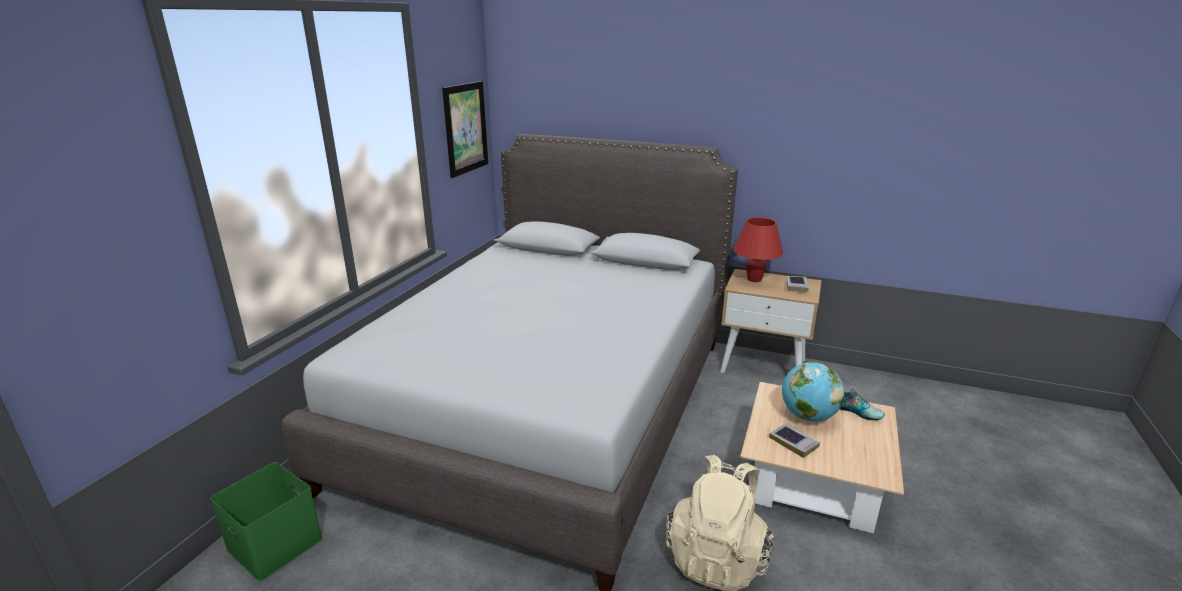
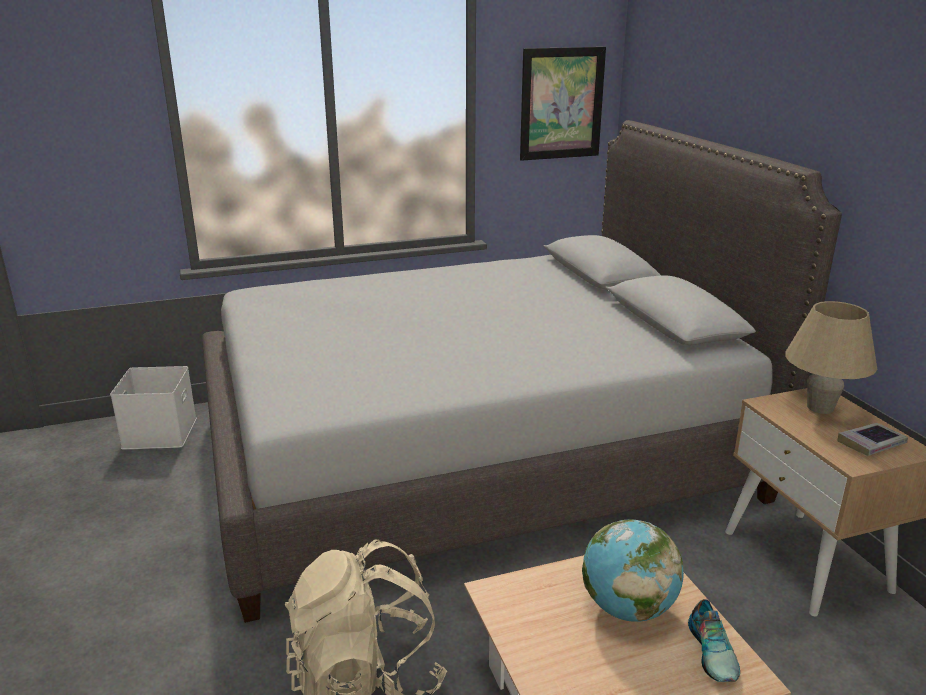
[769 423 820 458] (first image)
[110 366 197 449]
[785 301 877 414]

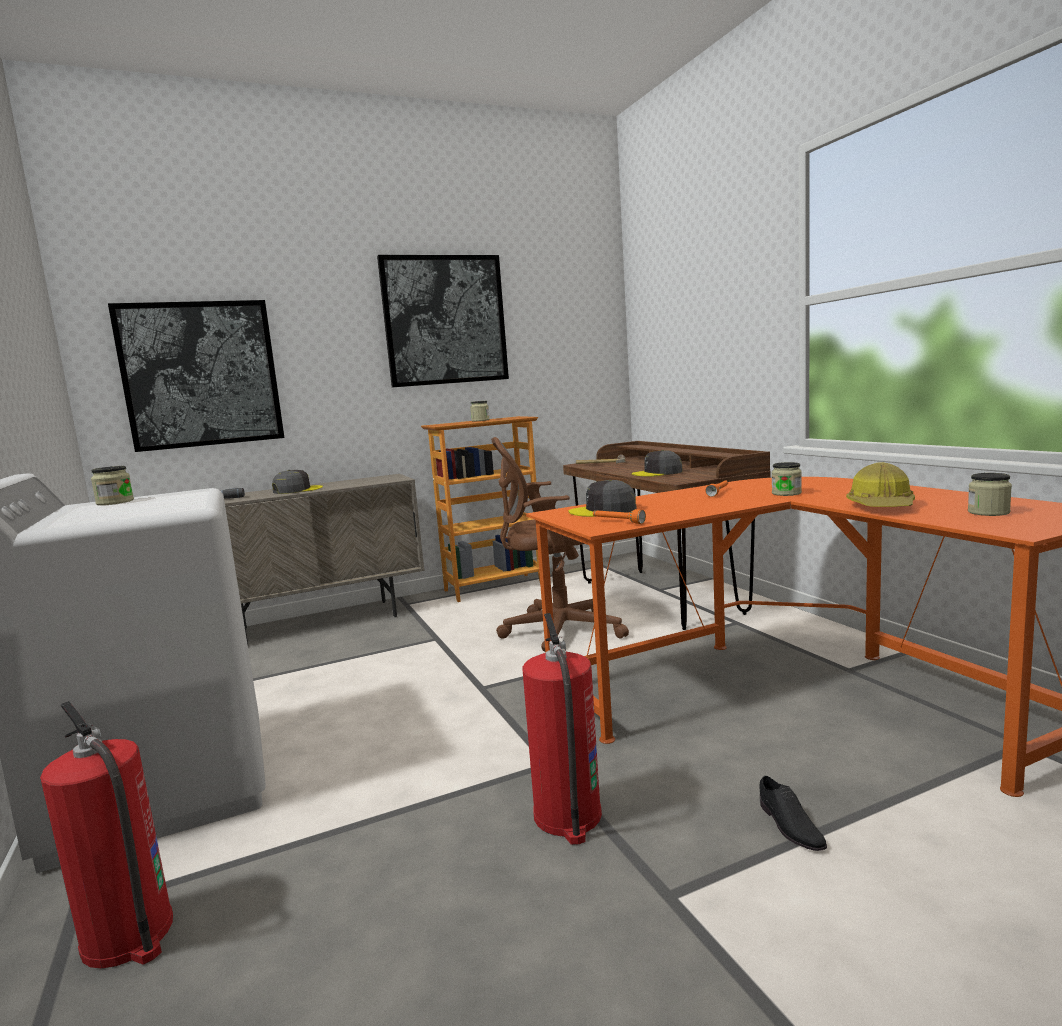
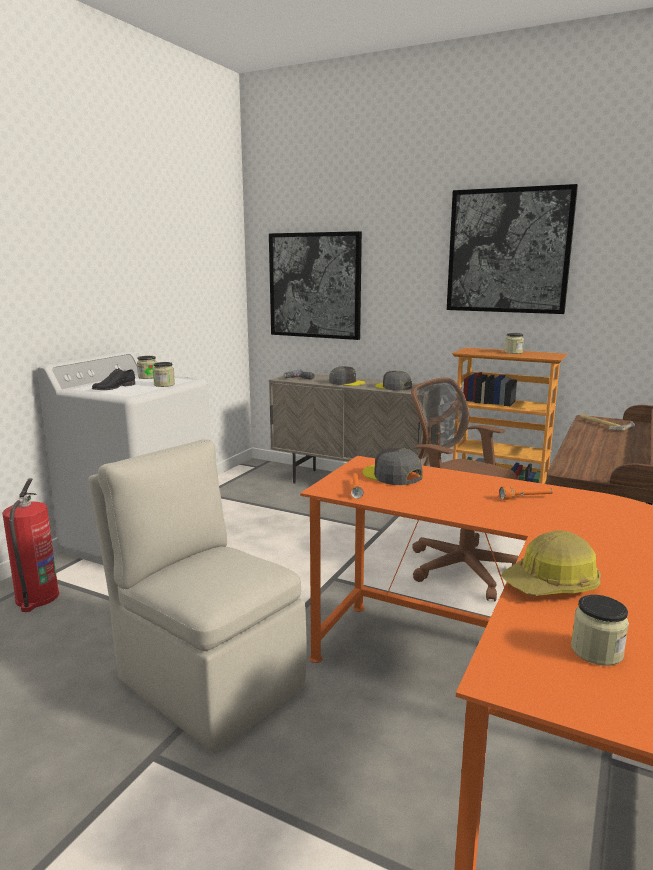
[375 371 412 391]
[92 368 135 390]
[153 362 175 387]
[88 439 307 752]

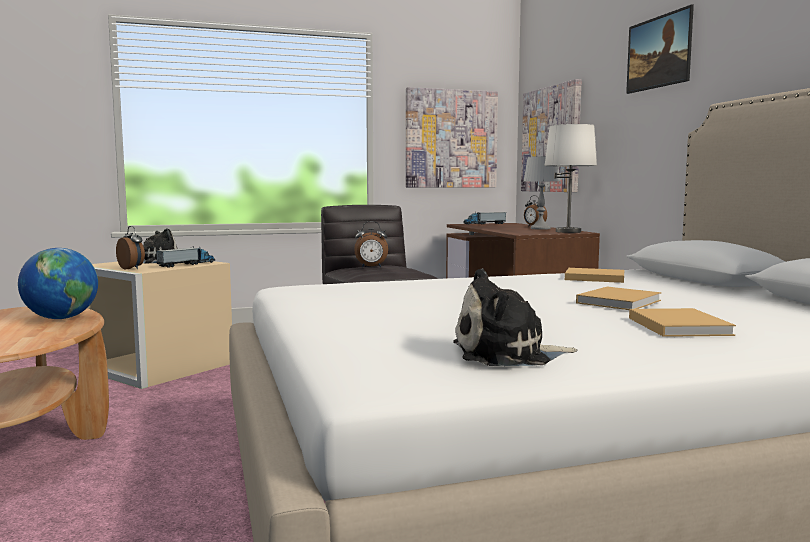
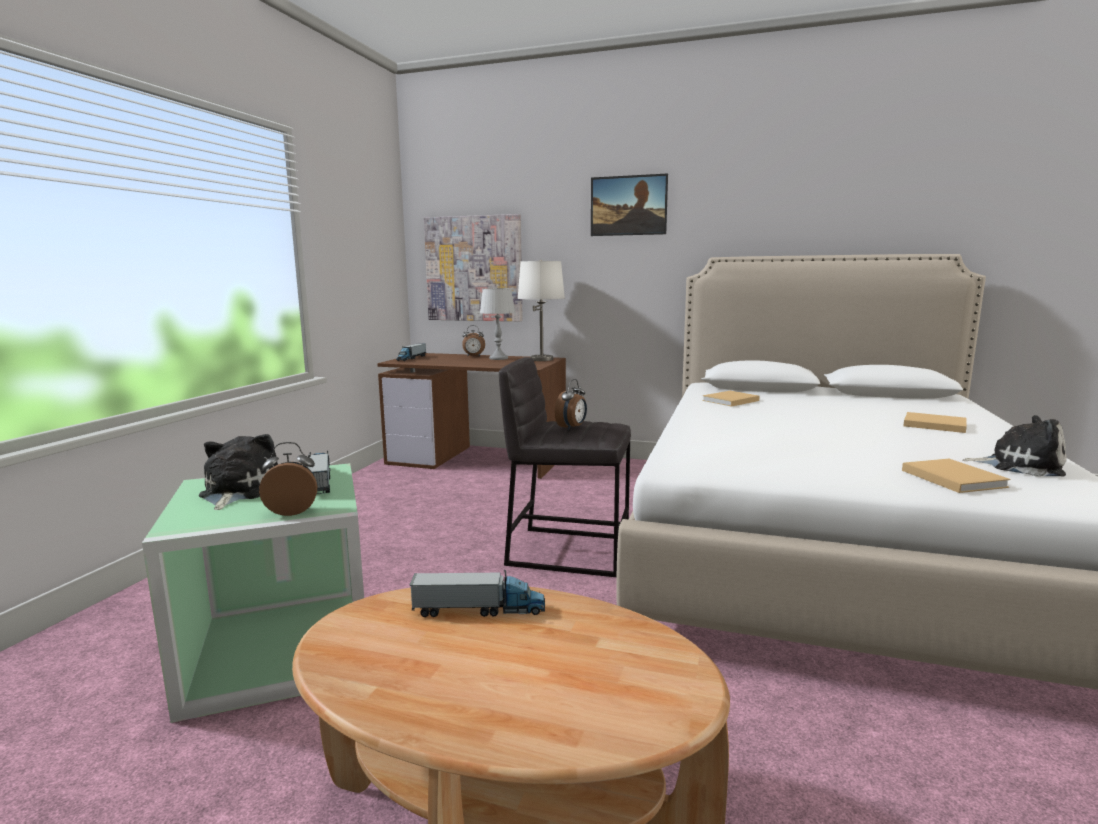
[406 87 498 188] (first image)
[902 459 1011 493]
[410 570 545 617]
[142 463 364 723]
[962 415 1067 476]

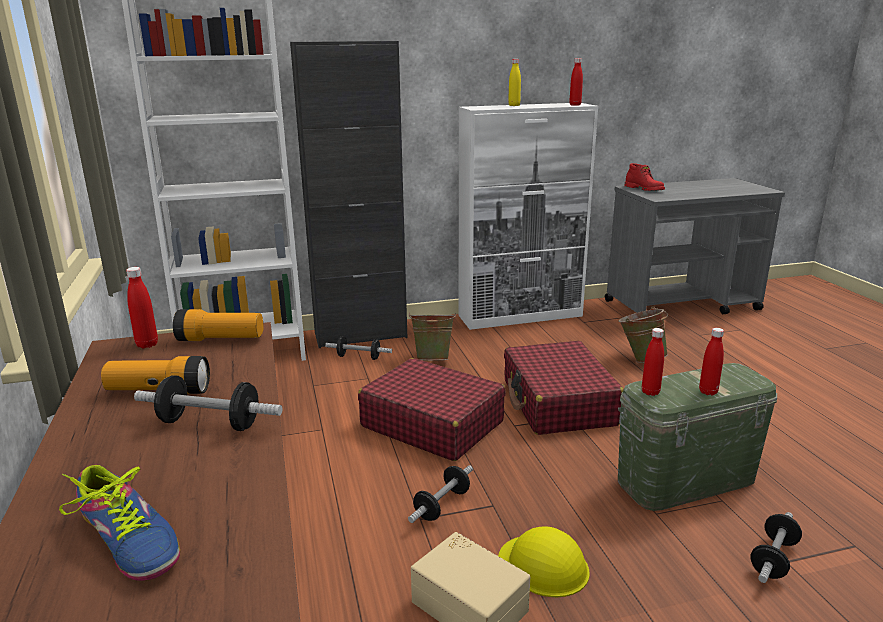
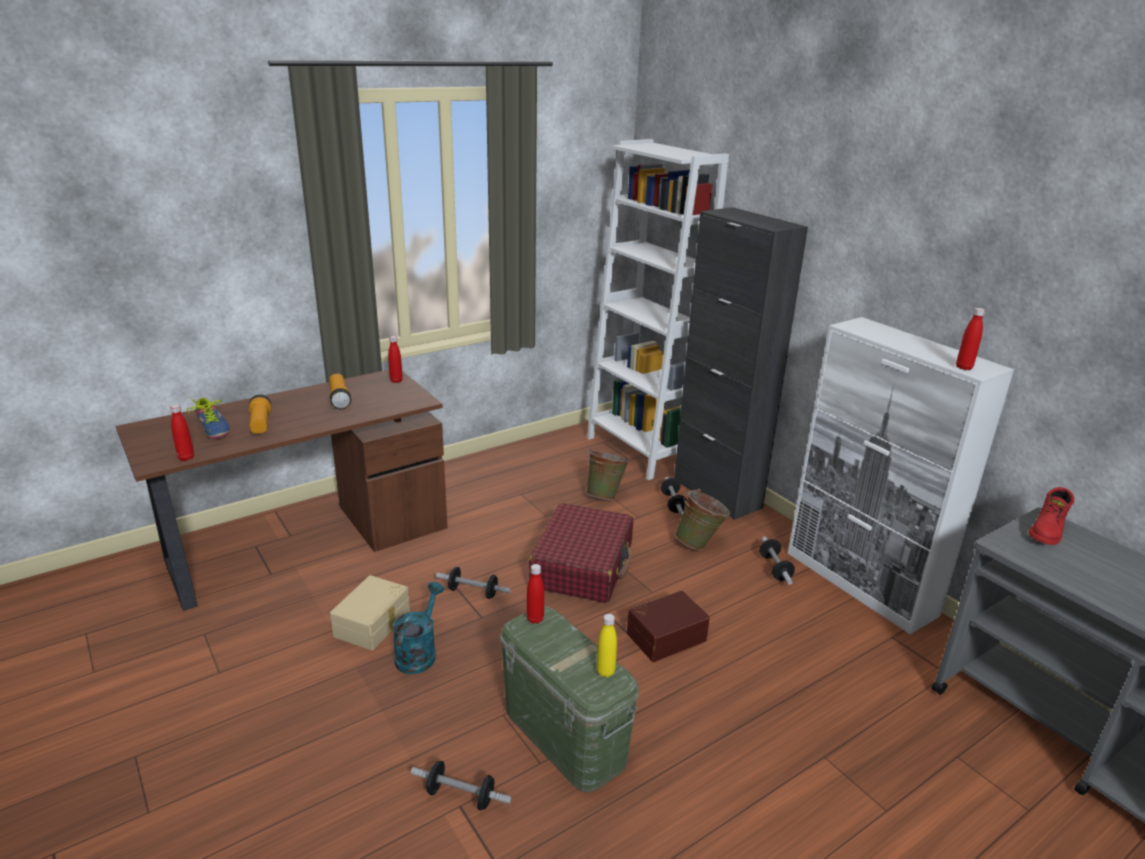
[759 537 795 585]
[249 395 271 434]
[597 614 617 677]
[586 448 630 500]
[170 404 194 461]
[393 582 444 674]
[627 590 710 662]
[187 398 230 439]

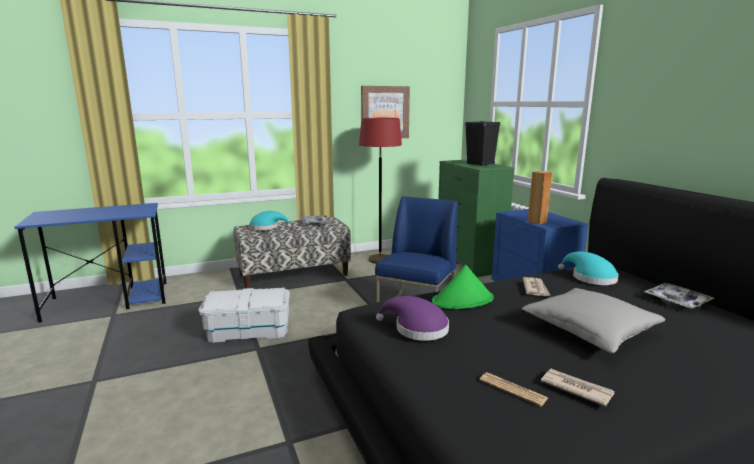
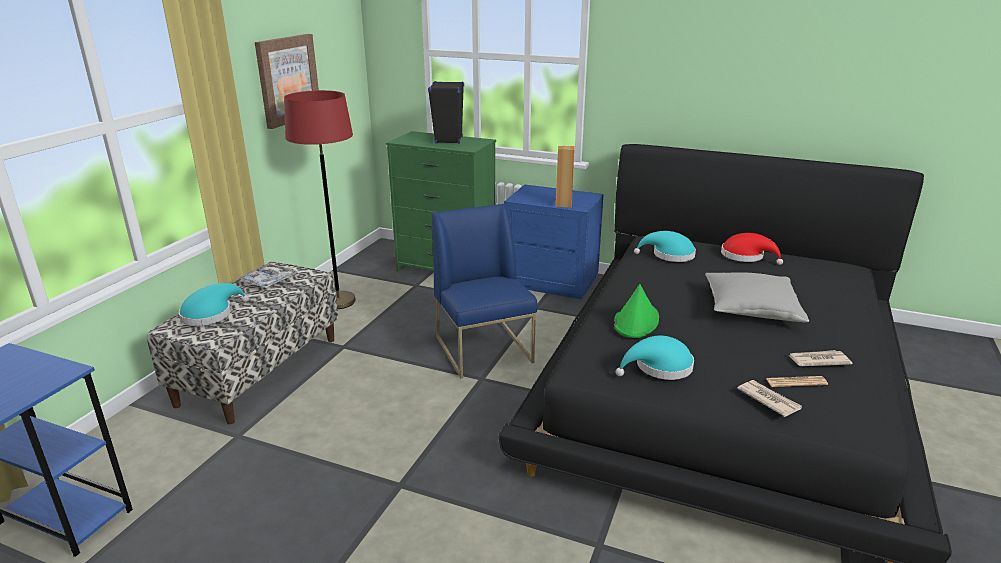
[199 288 290 343] (first image)
[737 380 802 417]
[721 233 783 265]
[616 336 694 380]

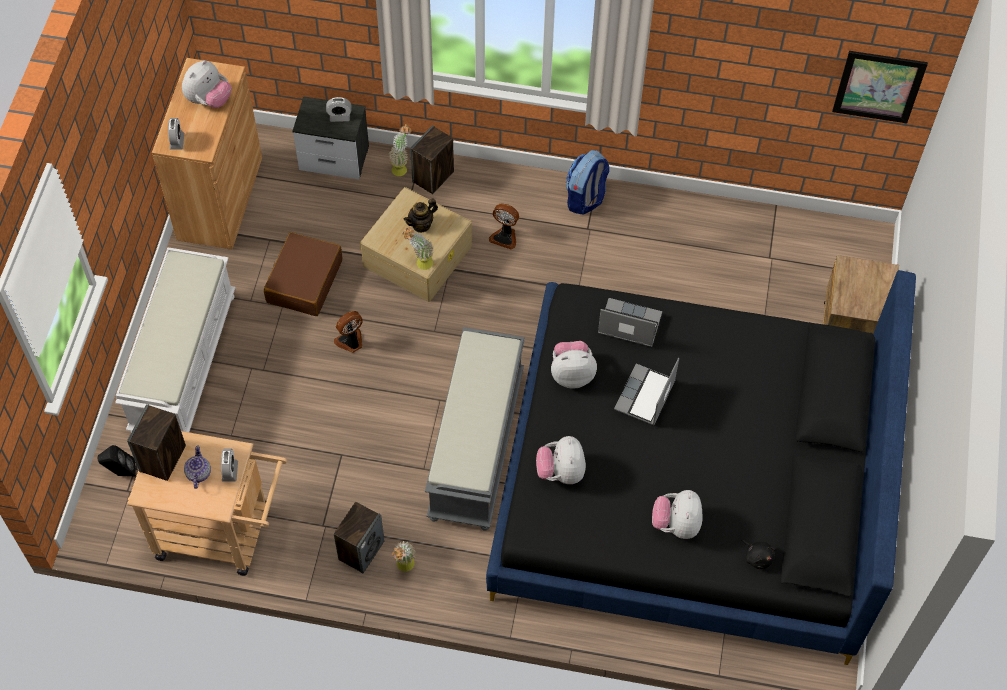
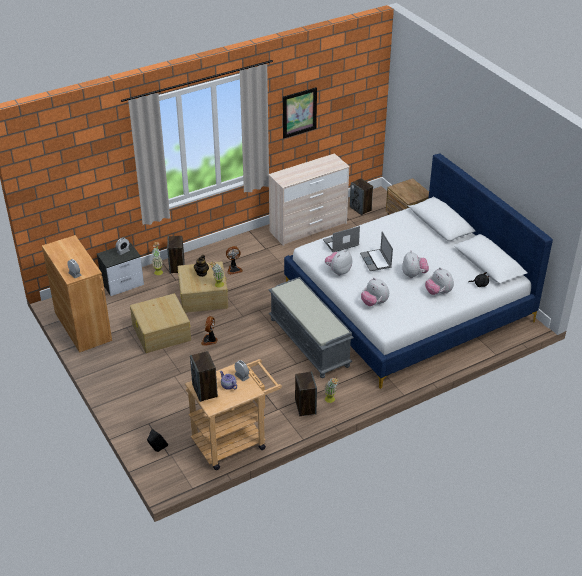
[115 247 236 432] (first image)
[566 150 609 215] (first image)
[268 153 350 246]
[350 178 373 215]
[402 251 429 278]
[283 87 317 138]
[130 294 191 353]
[284 154 553 389]

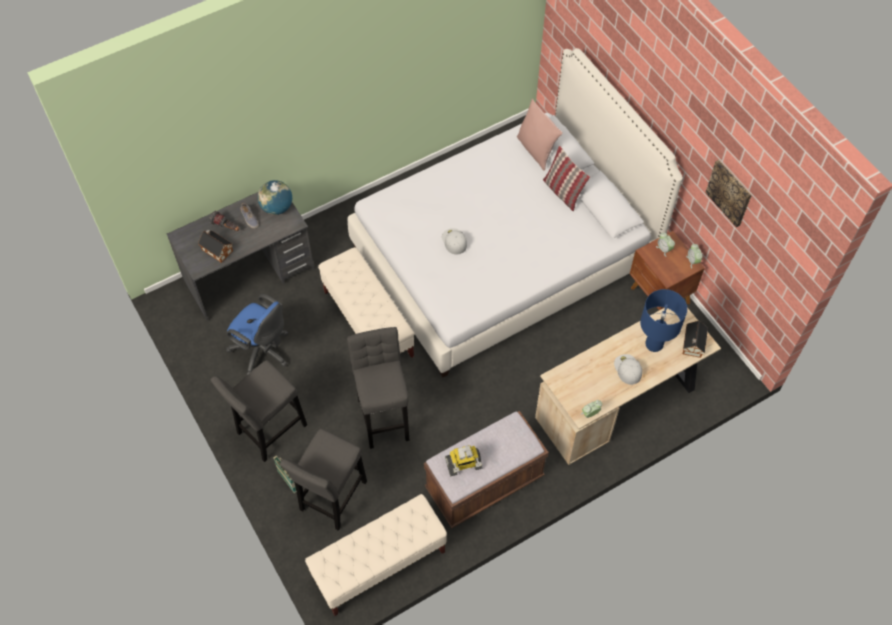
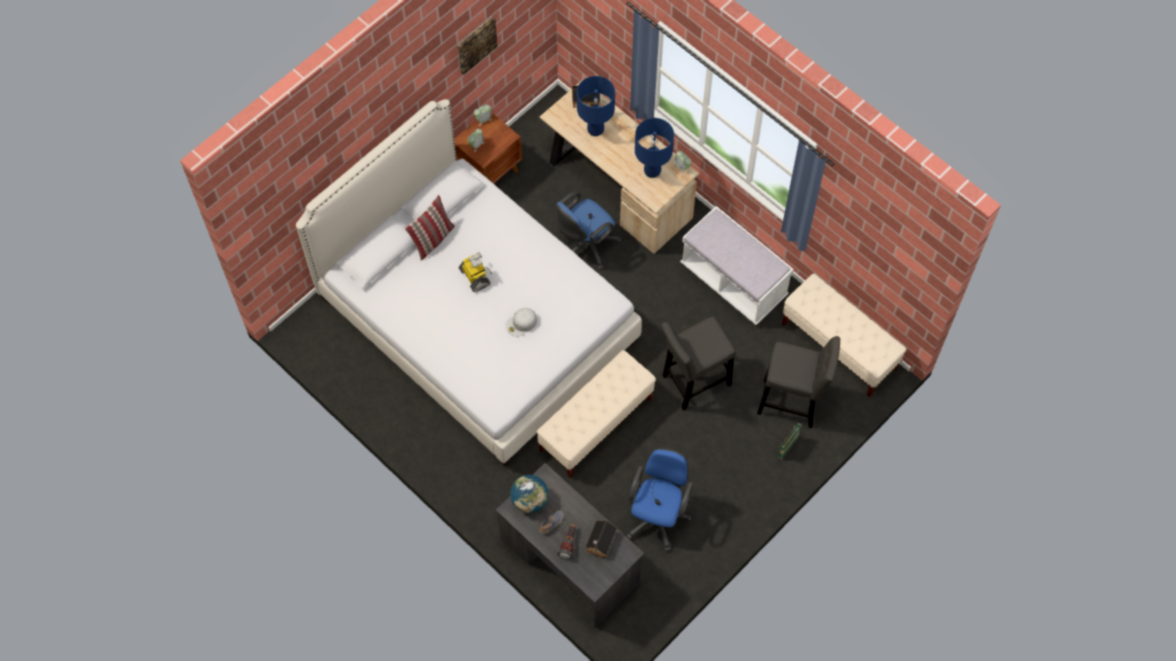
[211 360 307 462] (first image)
[517 99 563 171] (first image)
[614 354 642 385] (first image)
[555 191 621 270]
[635 118 674 178]
[459 252 492 292]
[680 206 794 325]

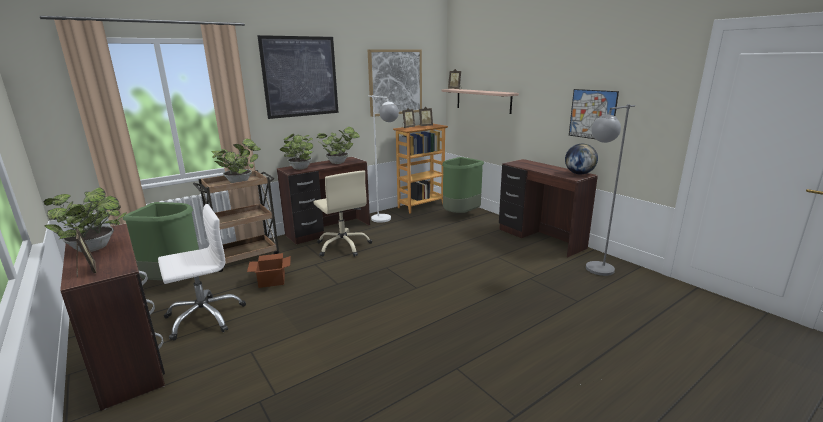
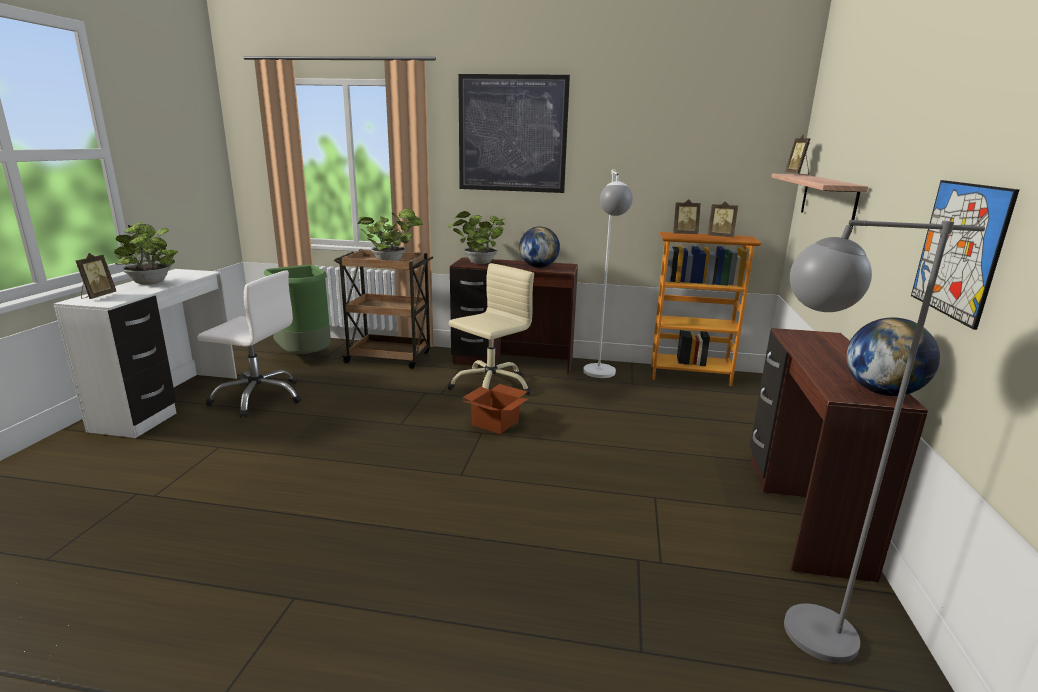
[368 49 422 117] (first image)
[442 157 484 213] (first image)
[462 384 529 434]
[519 227 560 268]
[54 269 237 438]
[447 263 534 395]

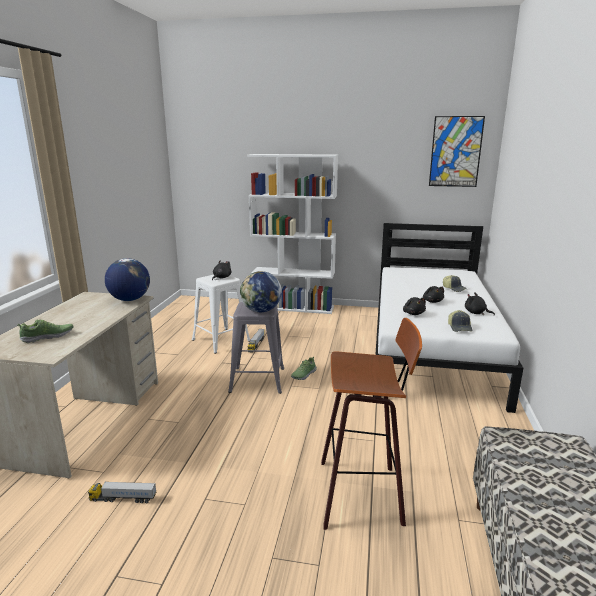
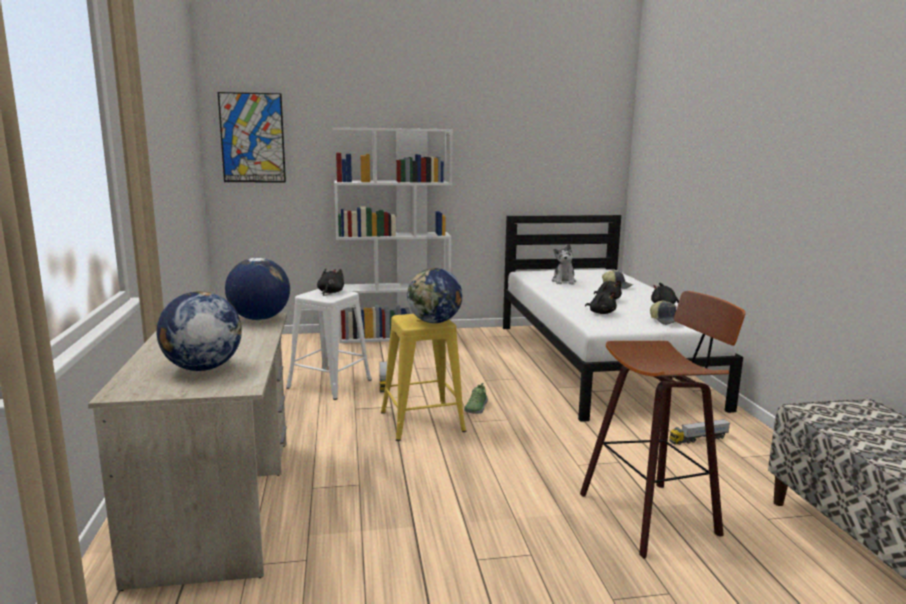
[552 244 576 285]
[669 419 730 445]
[218 92 286 182]
[156 291 242 371]
[381 314 466 441]

